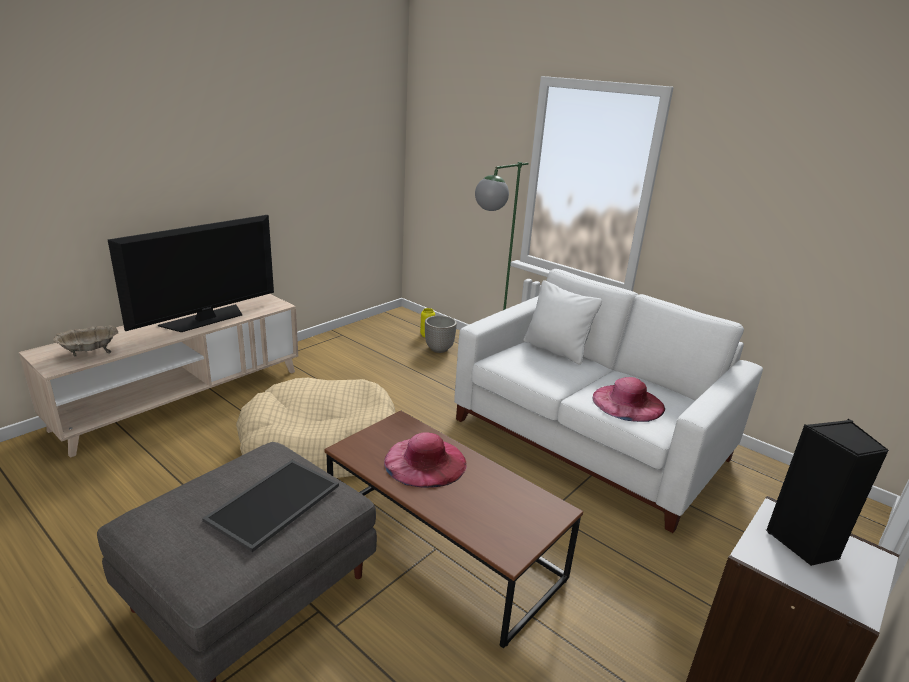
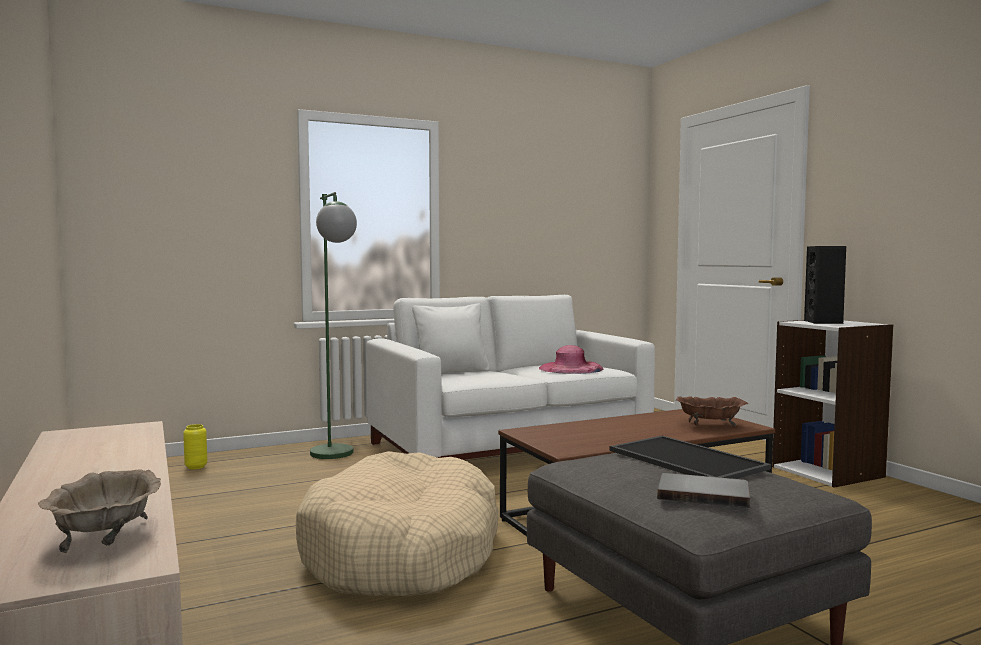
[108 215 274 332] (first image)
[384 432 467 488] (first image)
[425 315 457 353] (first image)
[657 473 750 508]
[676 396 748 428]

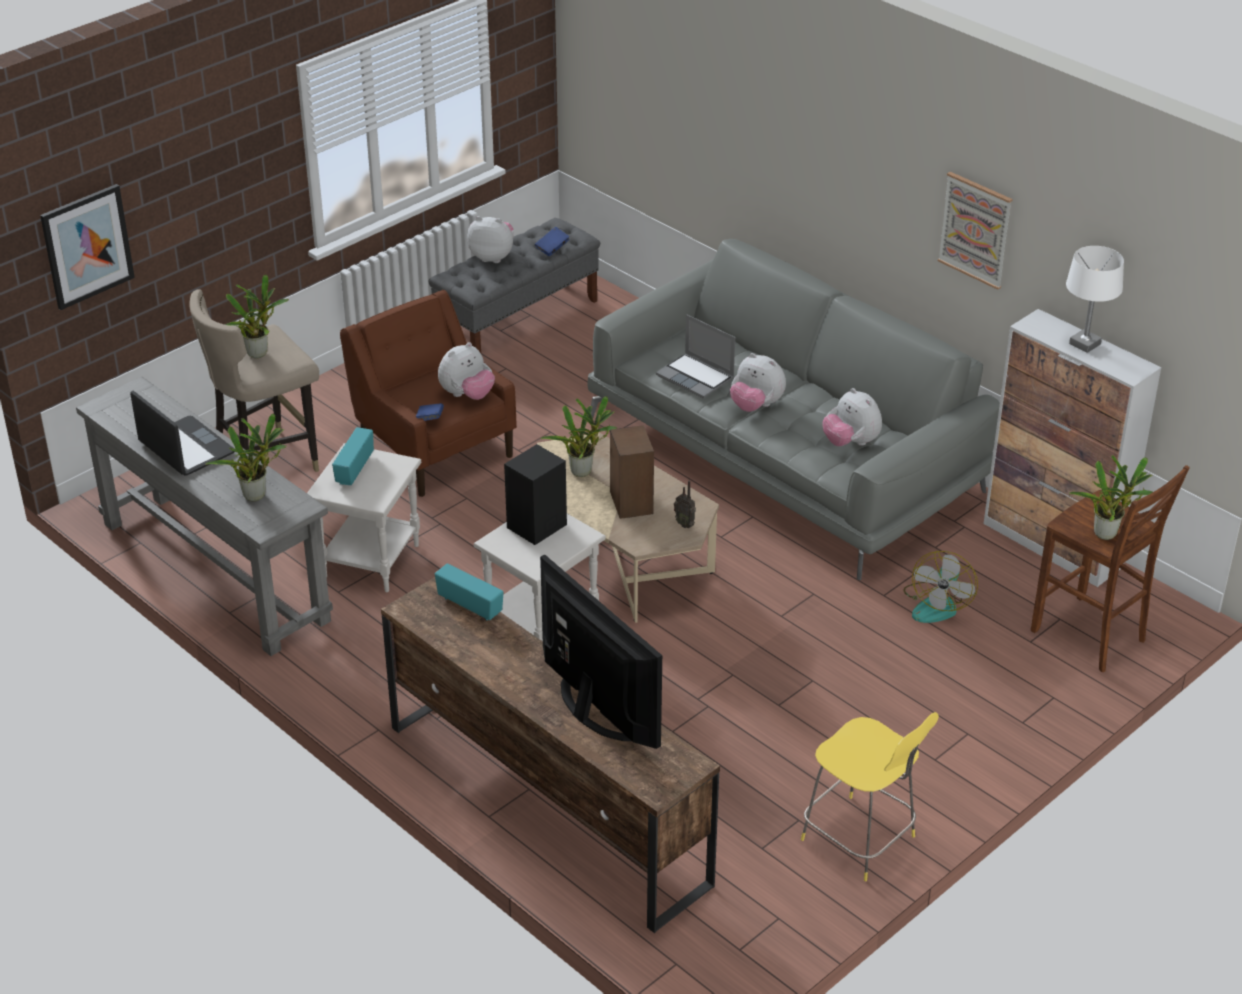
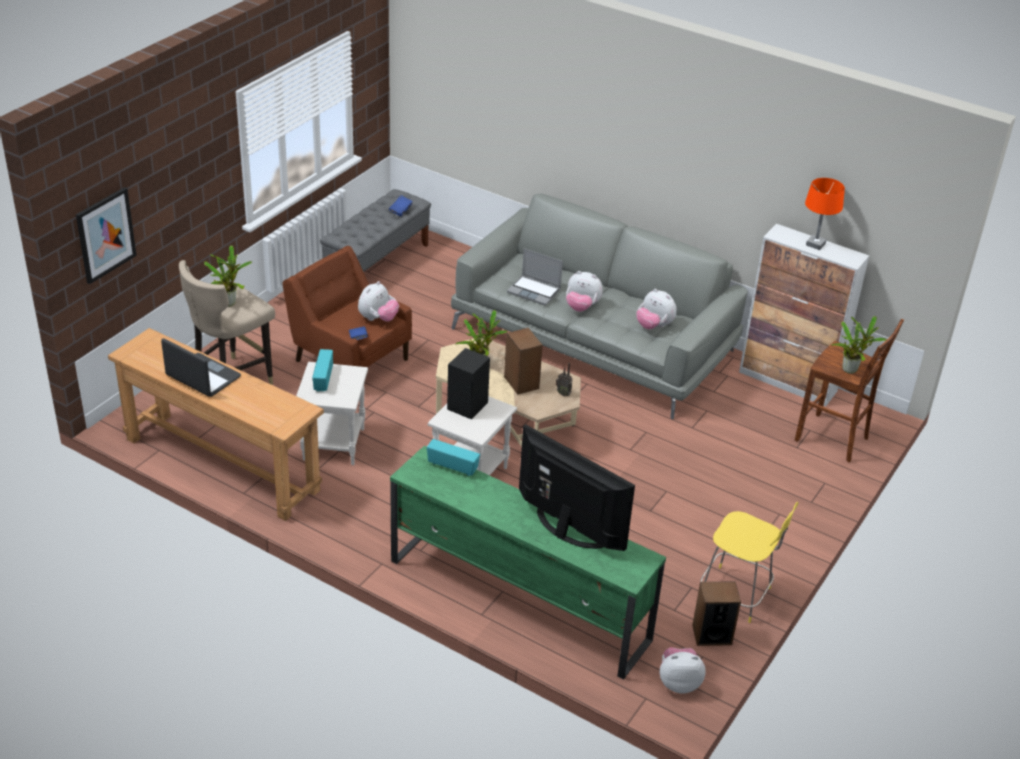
[205 414 287 501] (first image)
[903 551 978 623] (first image)
[938 172 1012 290] (first image)
[692 581 741 646]
[660 647 706 693]
[108 328 324 521]
[390 445 666 679]
[805 178 845 250]

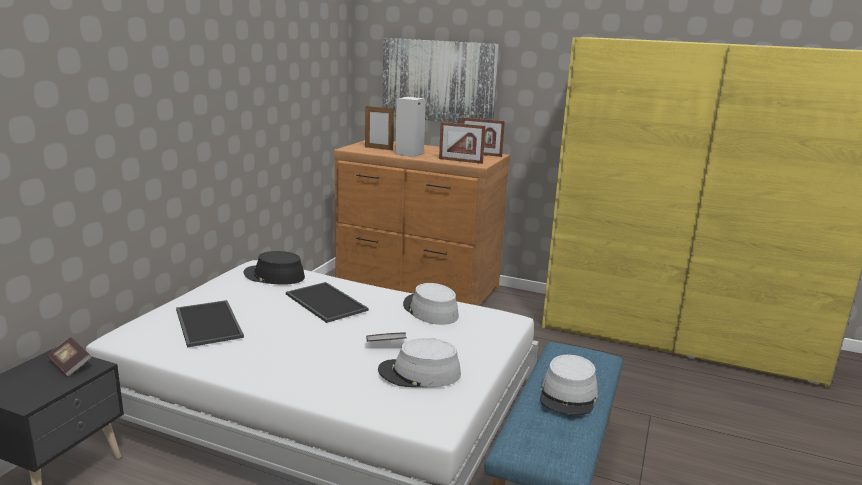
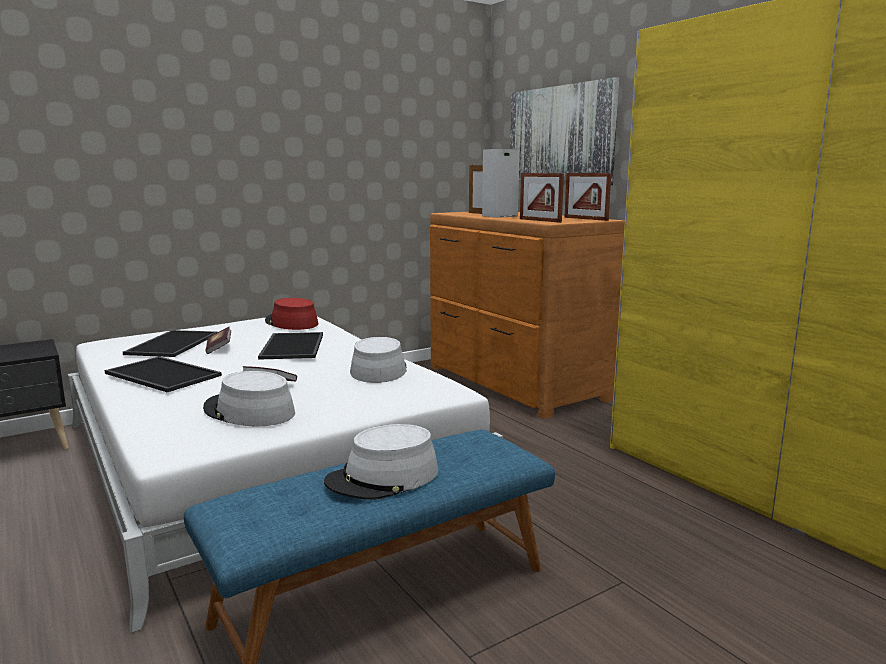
[105 356 222 392]
[205 327 231 354]
[265 298 318 330]

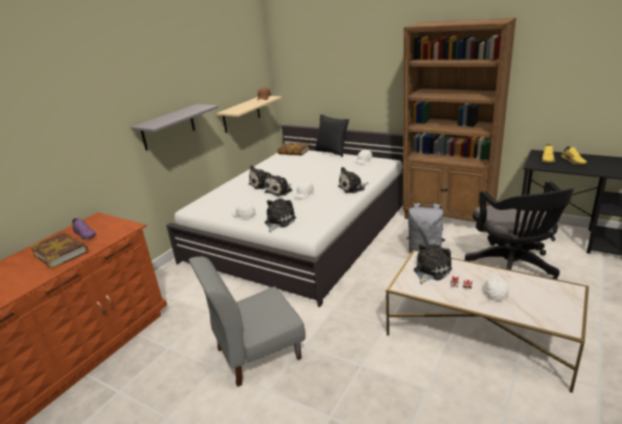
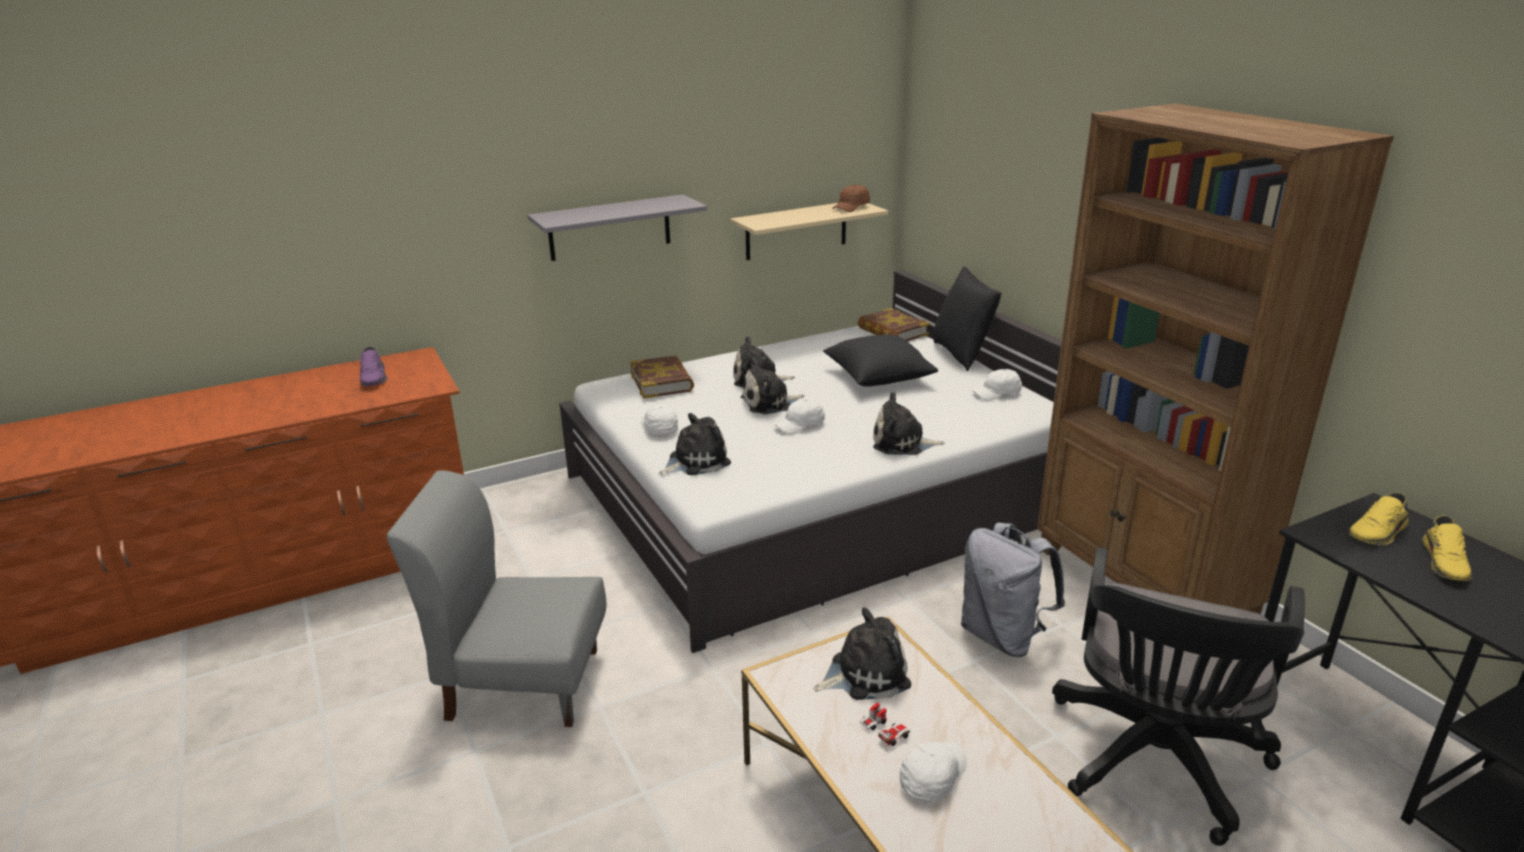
[823 335 938 387]
[630 356 694 398]

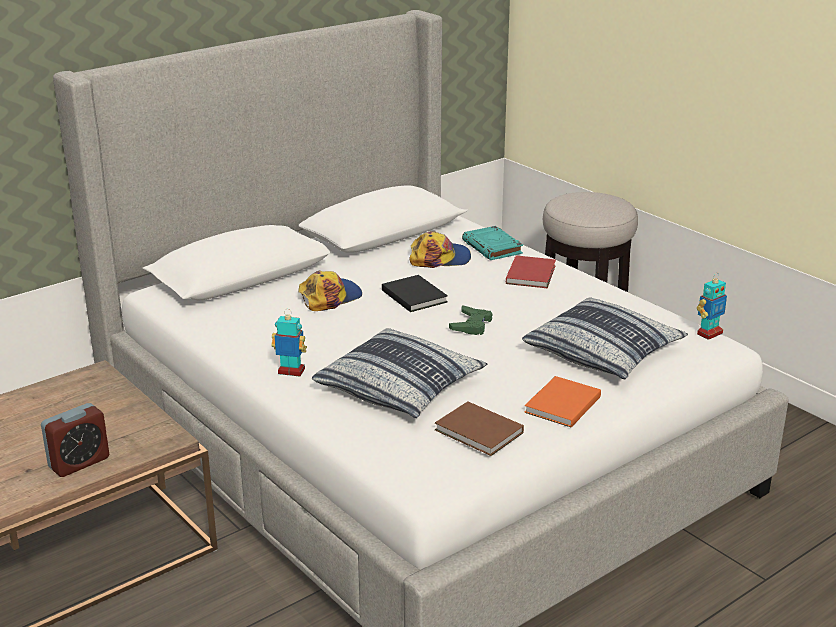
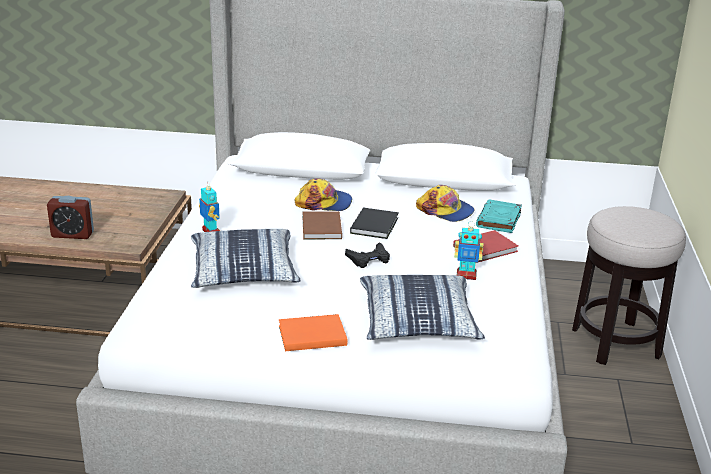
[303 211 342 240]
[454 221 484 280]
[345 242 390 268]

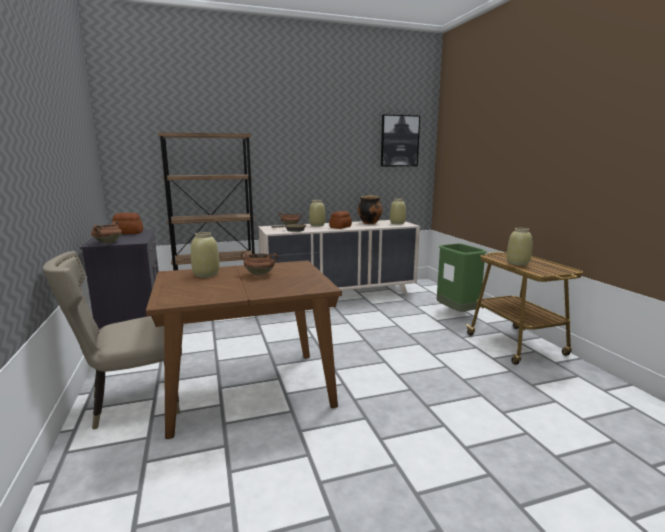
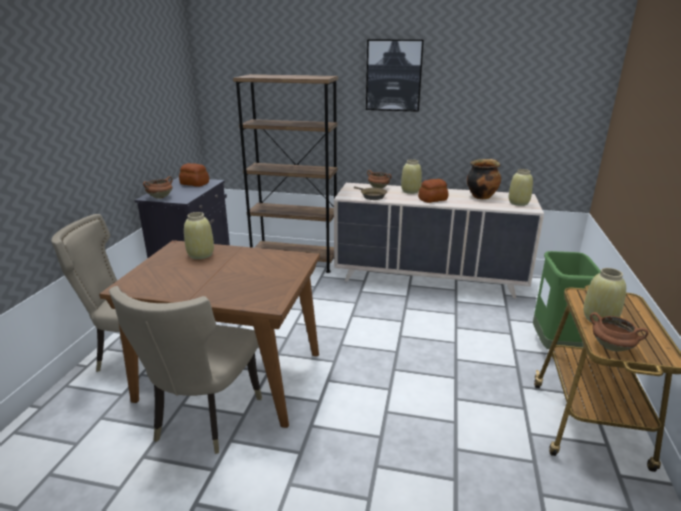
[109 286 262 454]
[590 312 649 352]
[366 39 424 112]

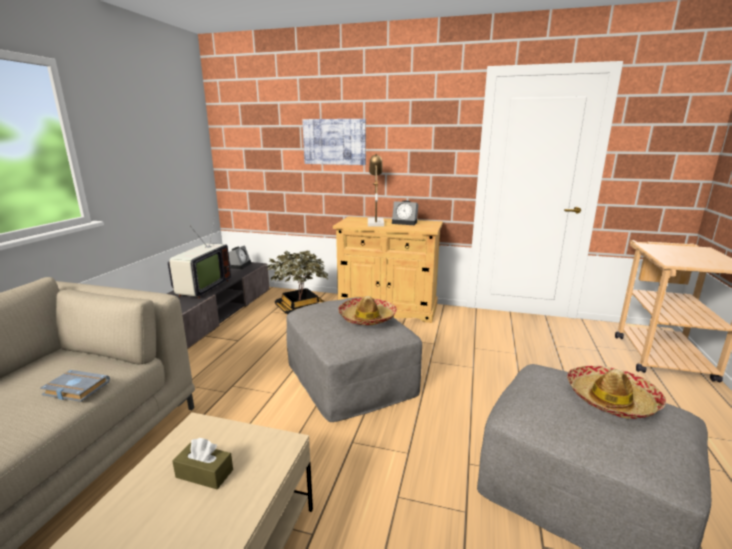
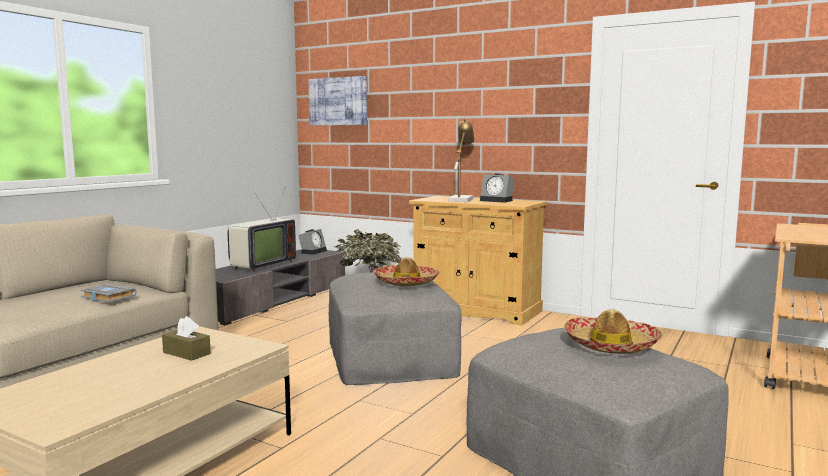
[309 76 367 126]

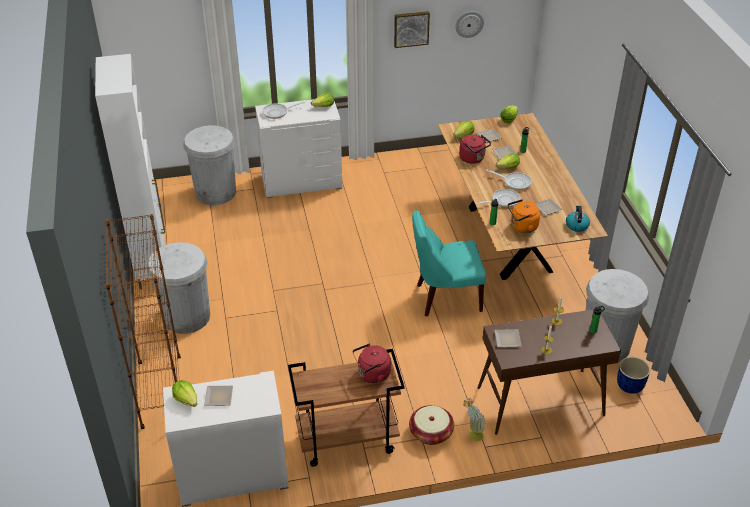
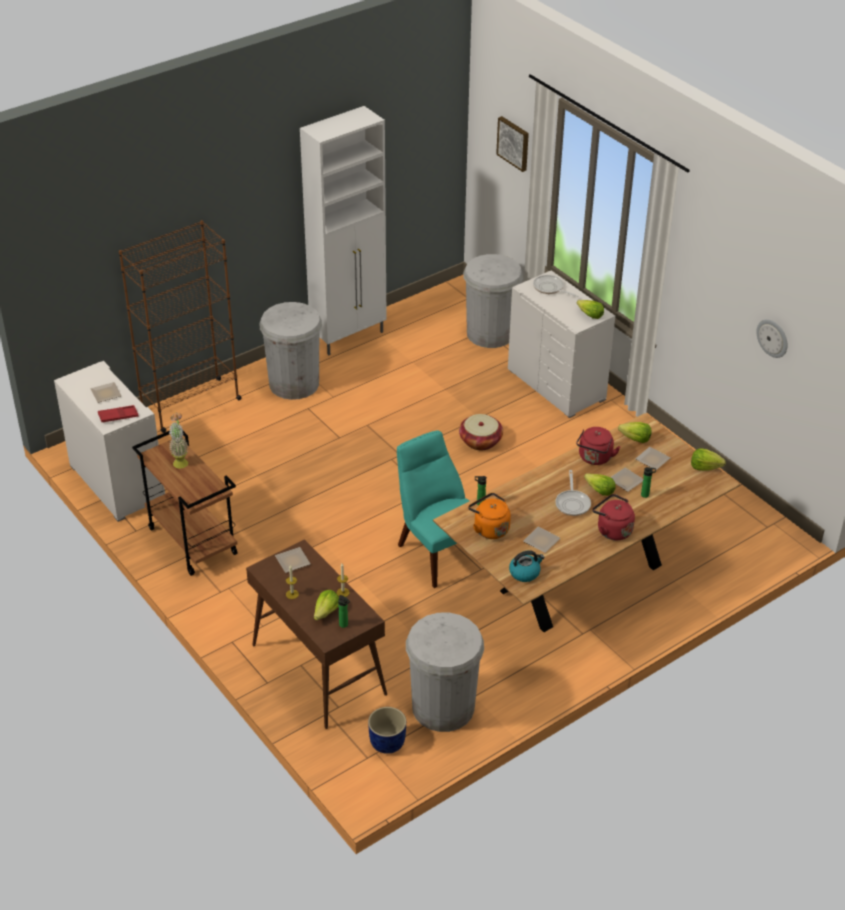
[475 189 520 207] (first image)
[98 405 139 423]
[314 590 339 620]
[592 494 635 540]
[496 116 529 172]
[459 414 503 450]
[169 412 189 469]

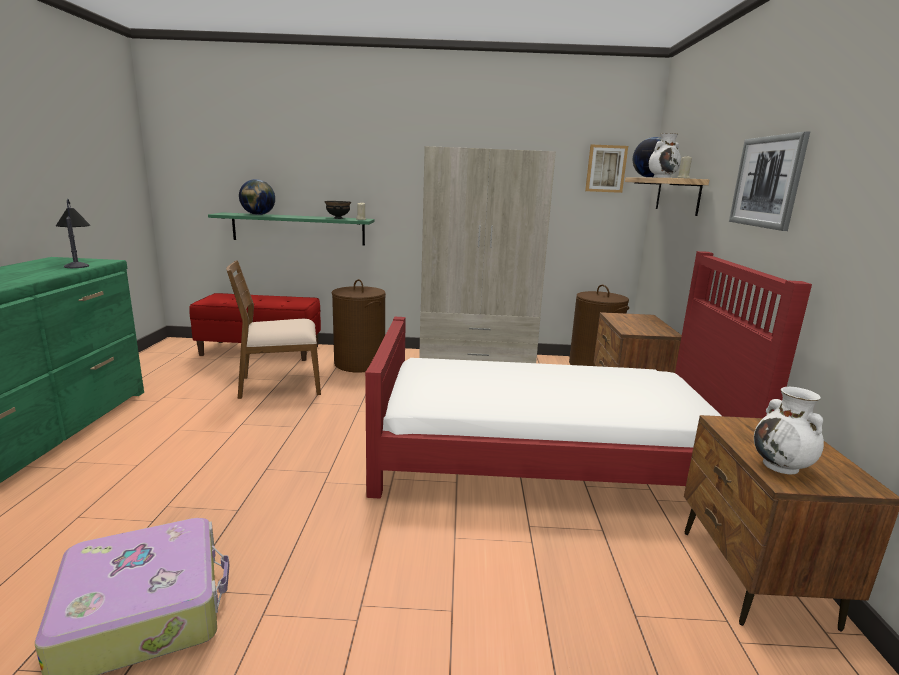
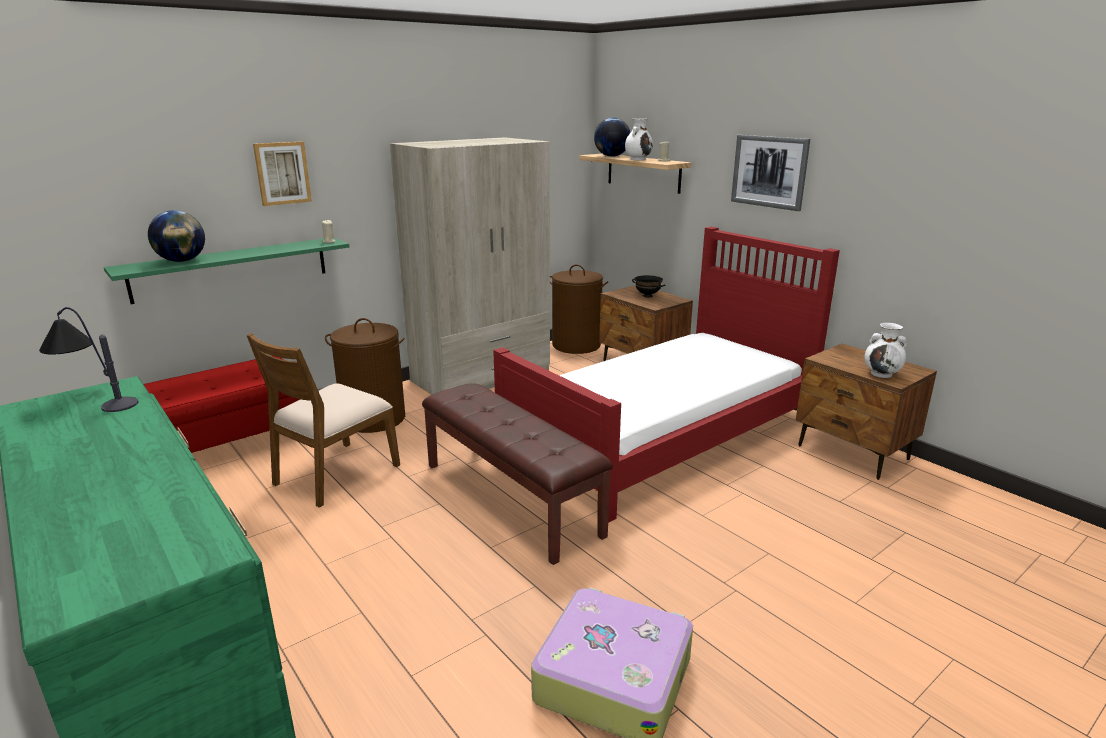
[422 384 613 565]
[632 275 665 297]
[253 142 312 206]

